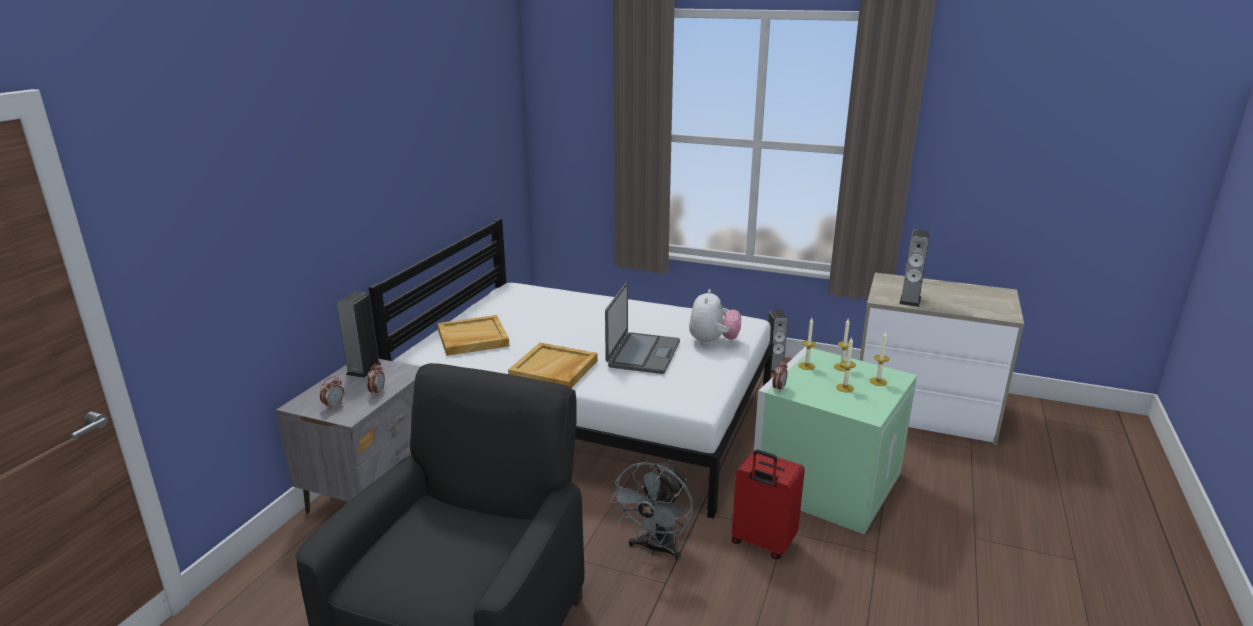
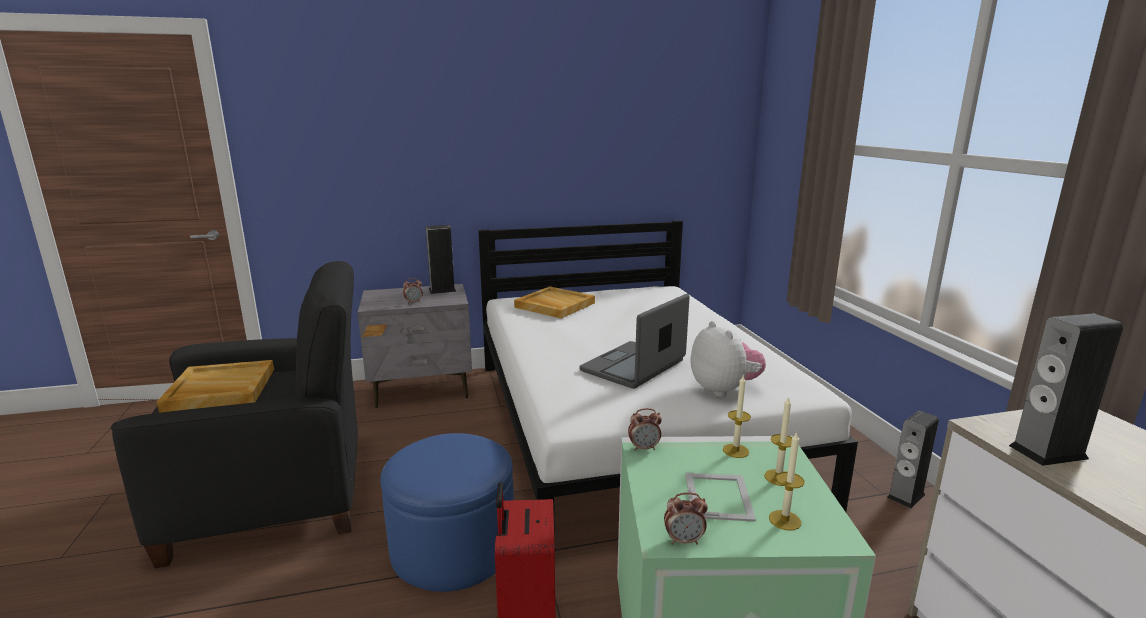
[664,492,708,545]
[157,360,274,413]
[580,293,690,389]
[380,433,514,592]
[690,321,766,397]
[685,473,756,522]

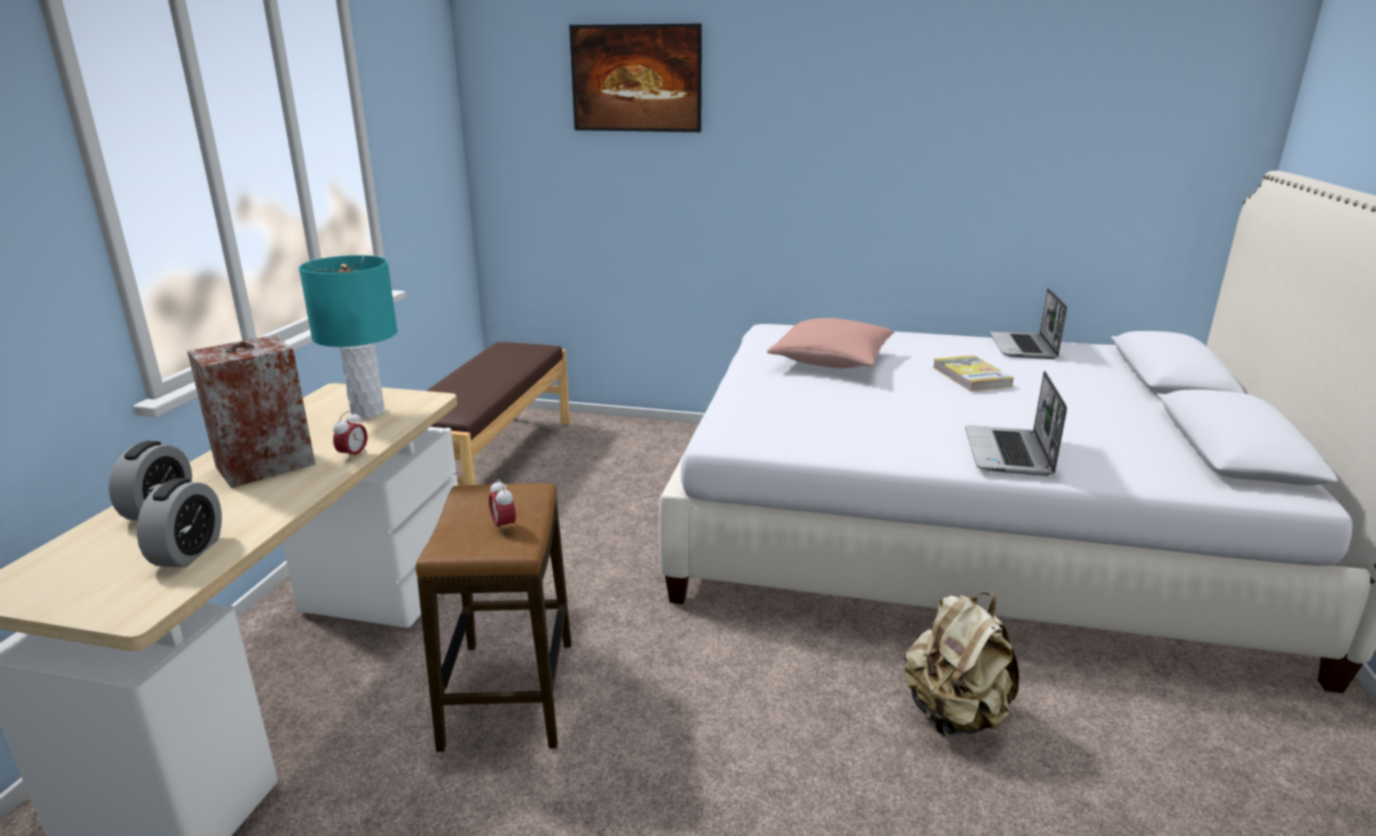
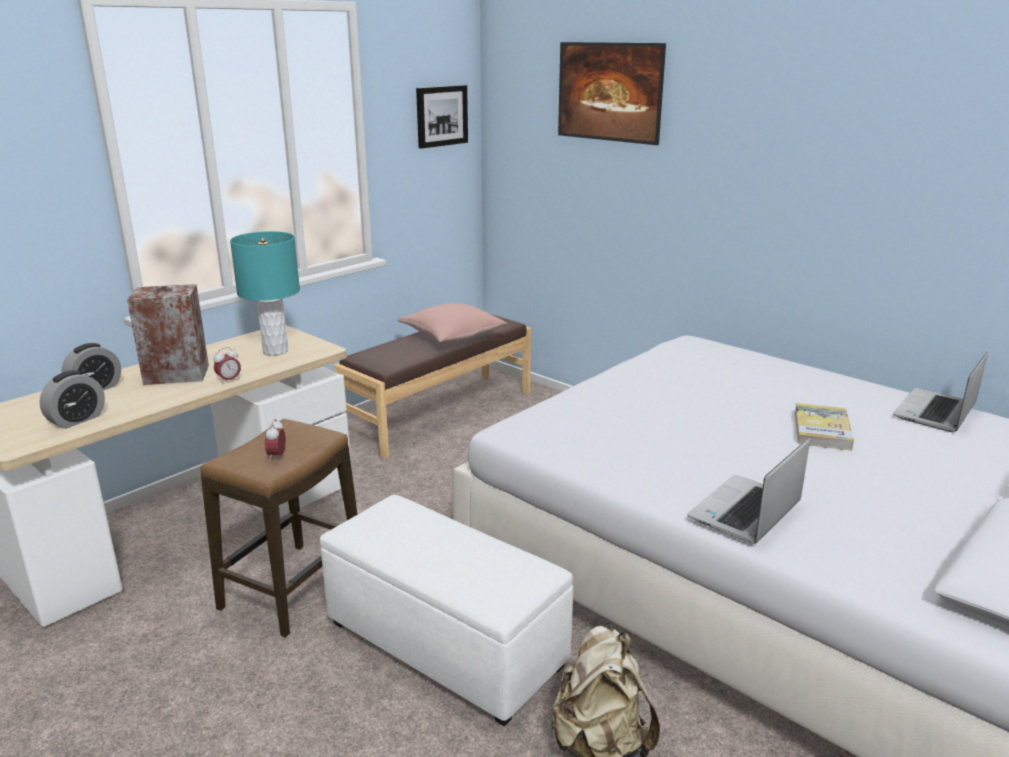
[398,303,508,342]
[320,495,573,727]
[416,85,468,149]

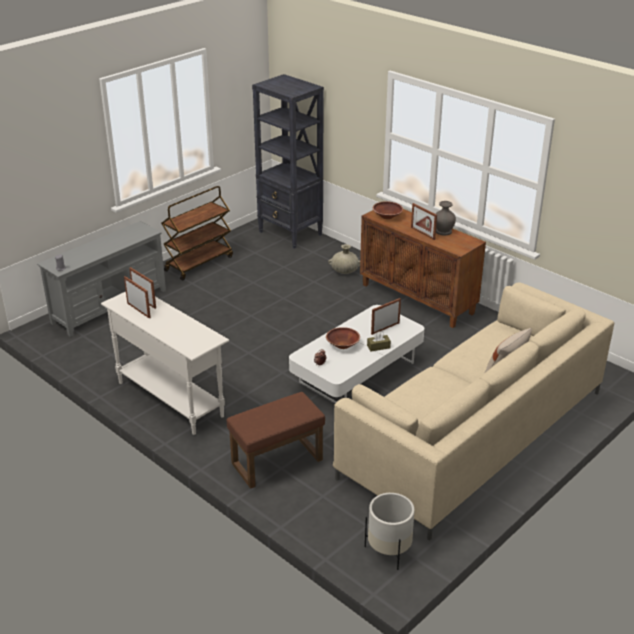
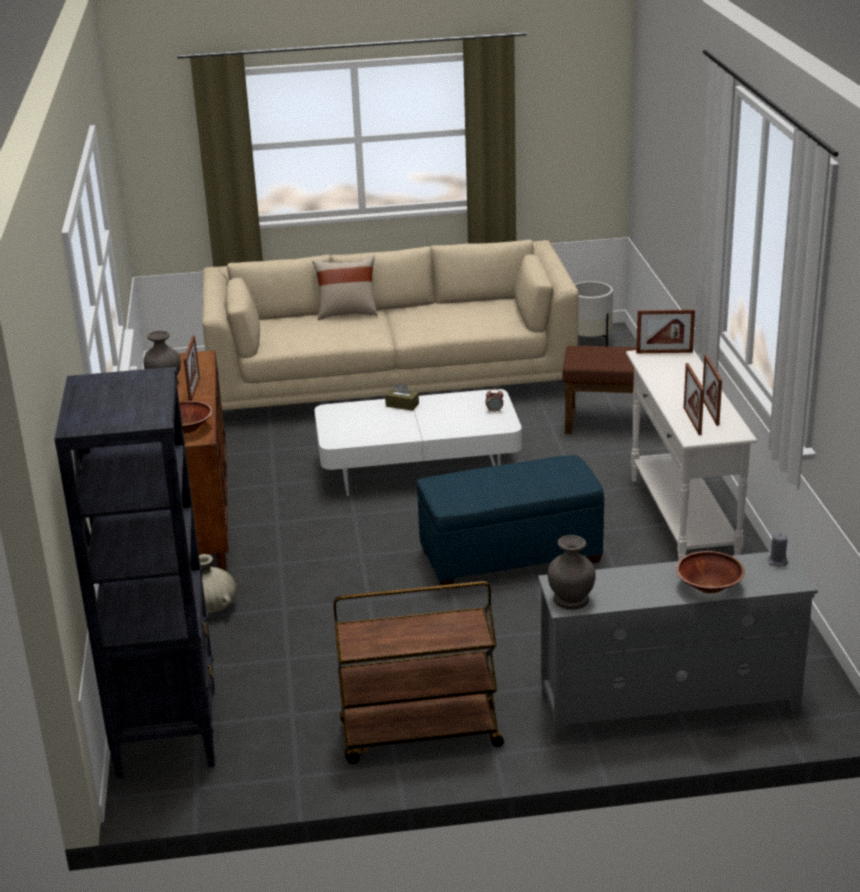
[676,551,745,593]
[636,309,695,353]
[417,455,605,585]
[548,535,596,609]

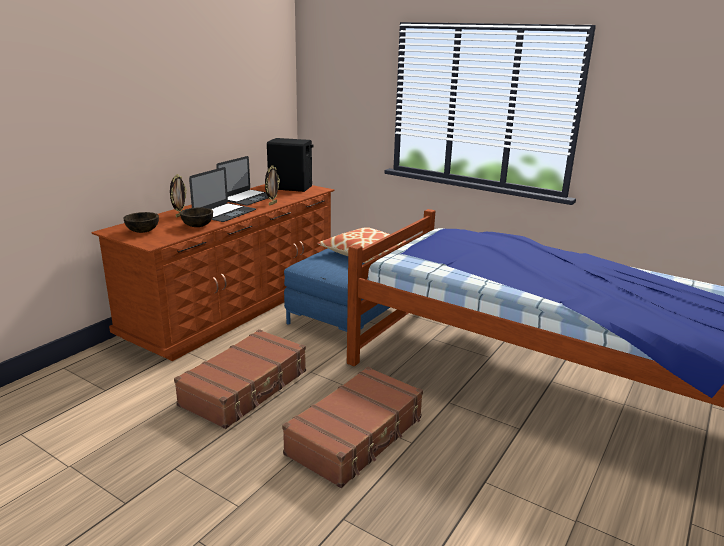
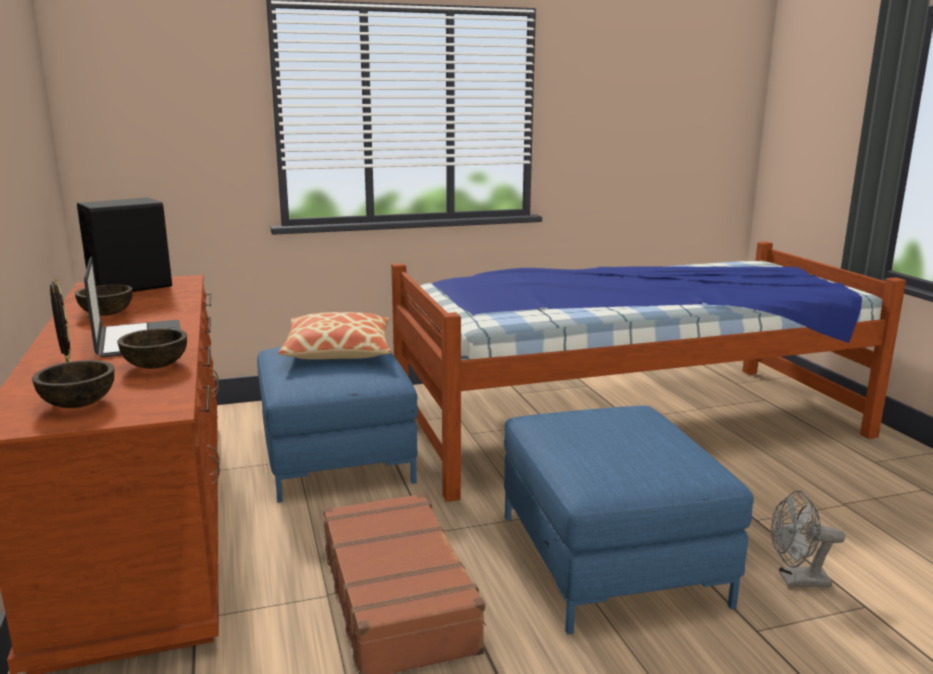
[75,284,133,316]
[265,166,280,206] (first image)
[504,406,754,634]
[771,490,845,587]

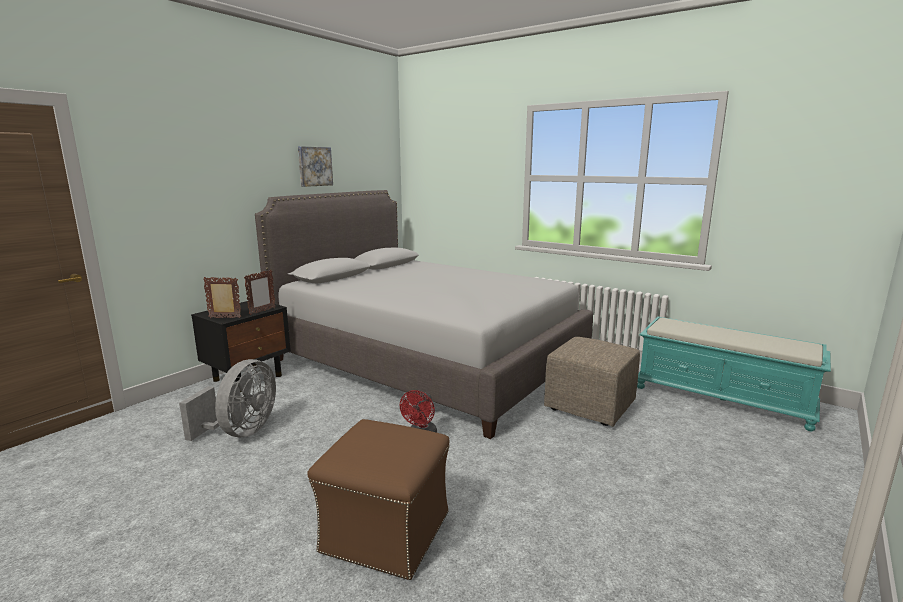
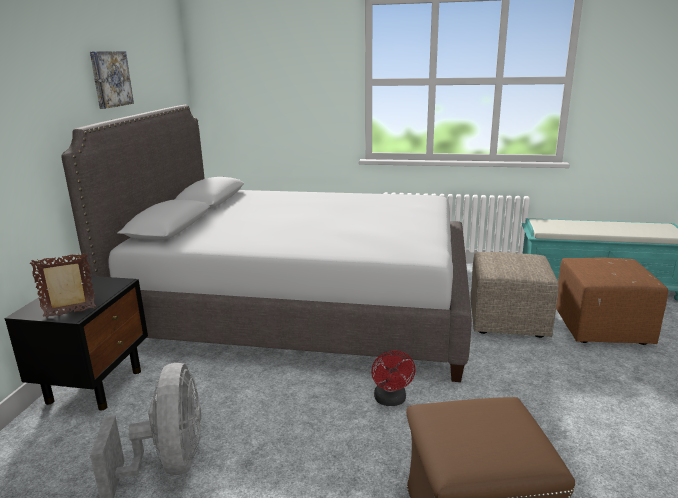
[244,270,276,315] (first image)
[556,258,668,345]

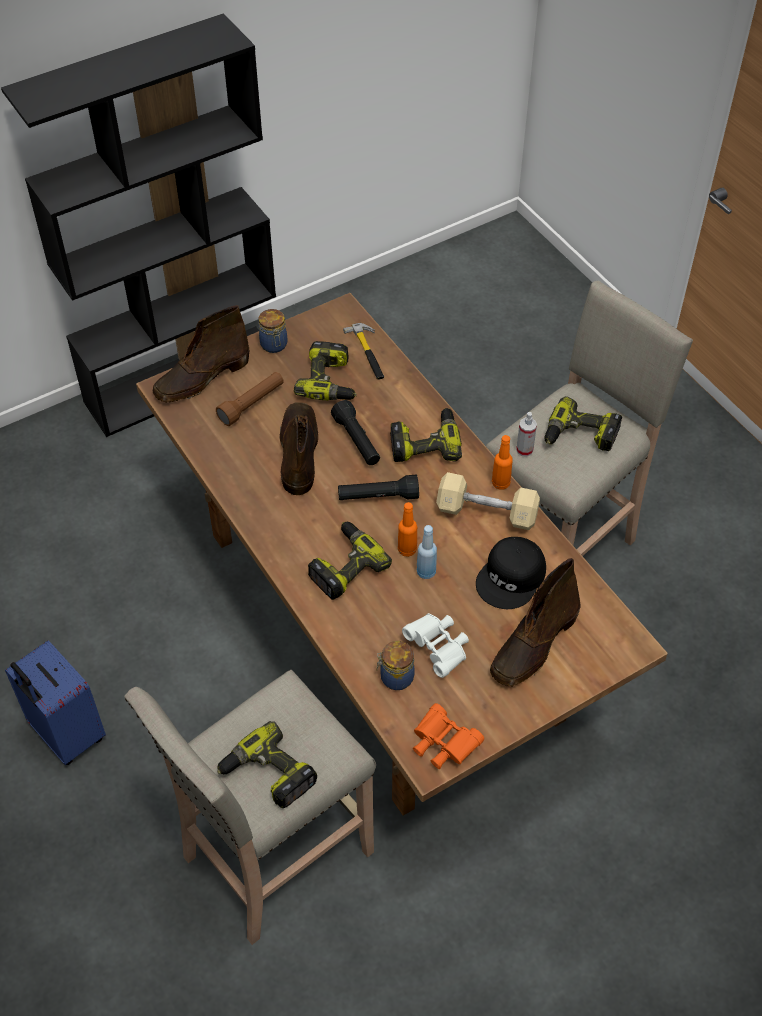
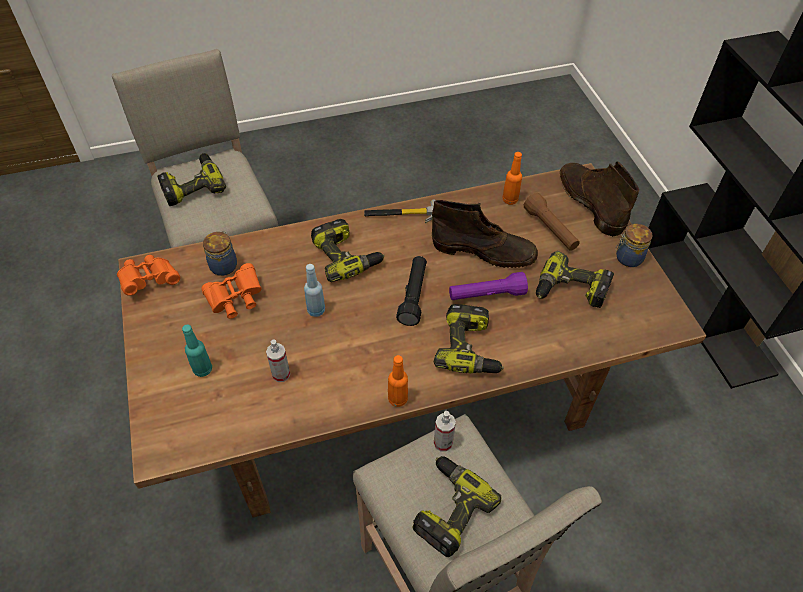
[5,640,106,765] (first image)
[449,272,528,300]
[364,199,436,223]
[502,152,522,205]
[201,263,262,319]
[436,472,540,530] (first image)
[266,339,290,382]
[182,325,212,377]

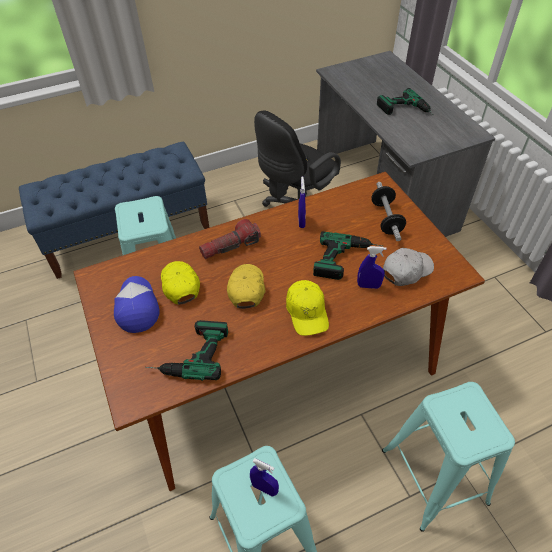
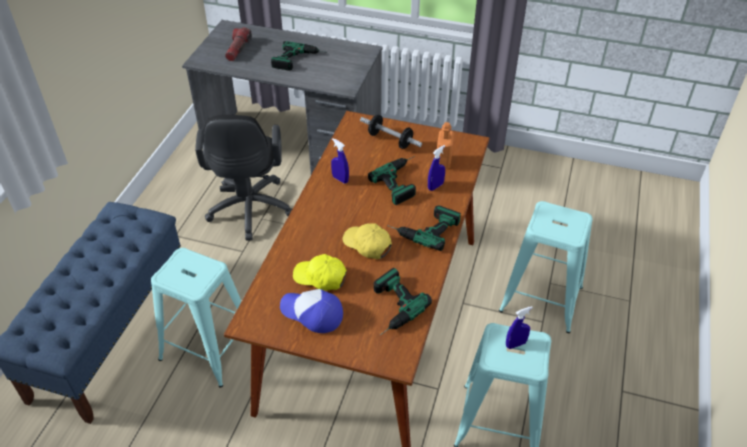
[225,27,252,61]
[387,206,461,251]
[437,122,454,169]

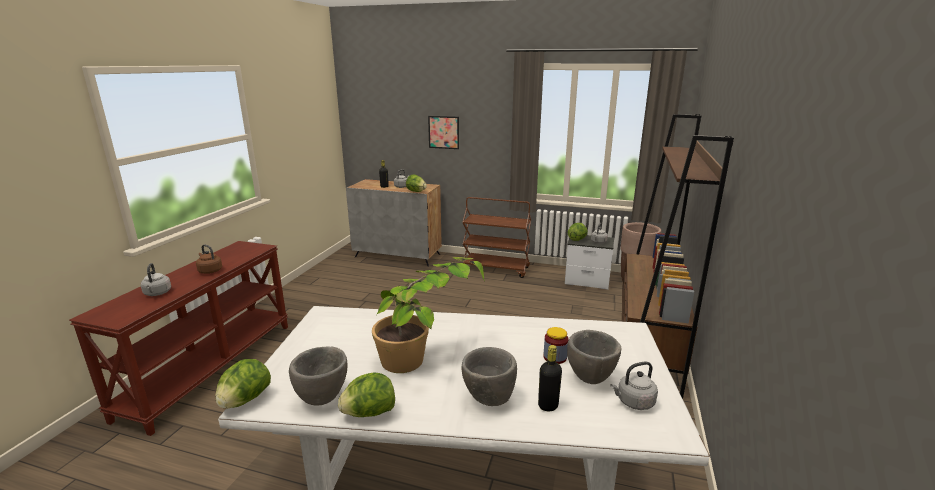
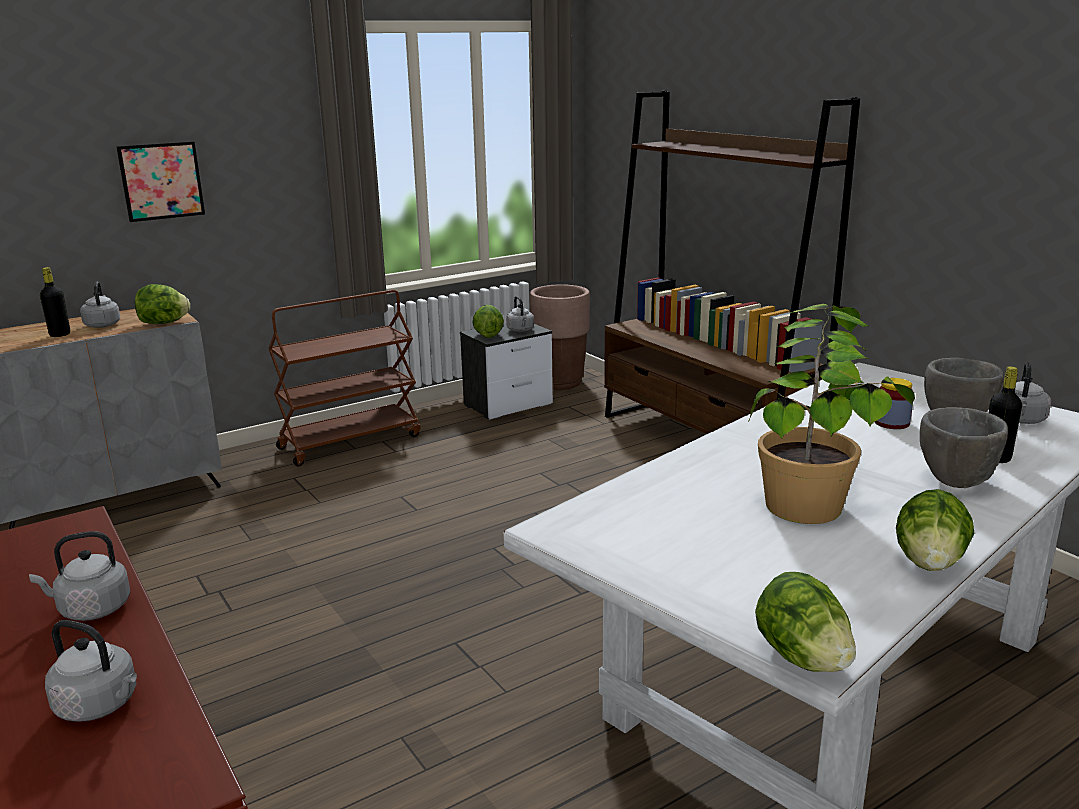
[29,531,130,621]
[289,346,347,405] (first image)

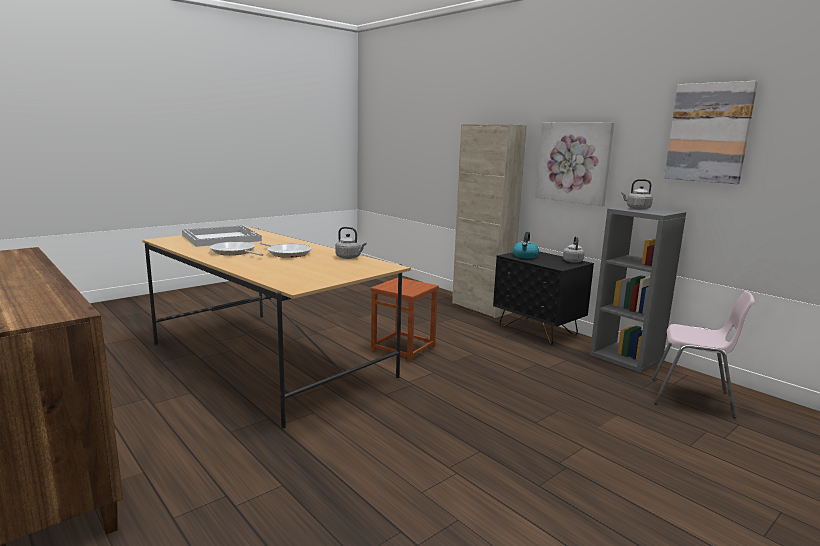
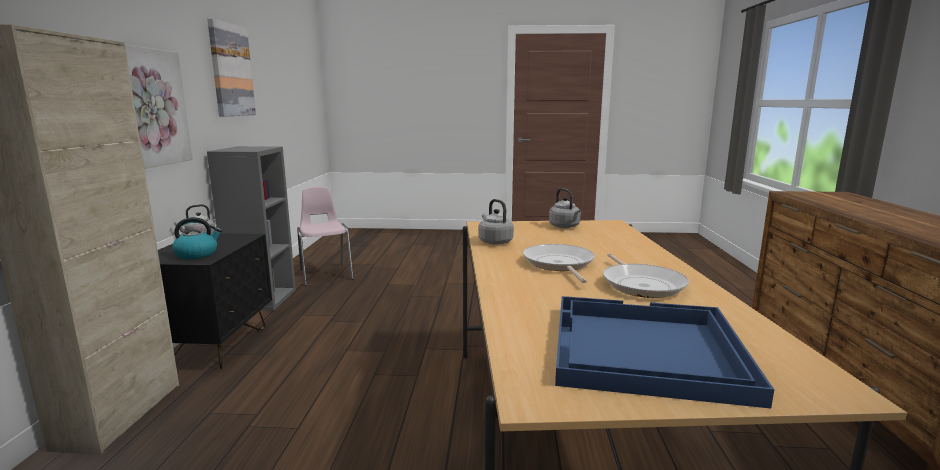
[555,296,774,409]
[370,278,439,362] (first image)
[549,188,581,228]

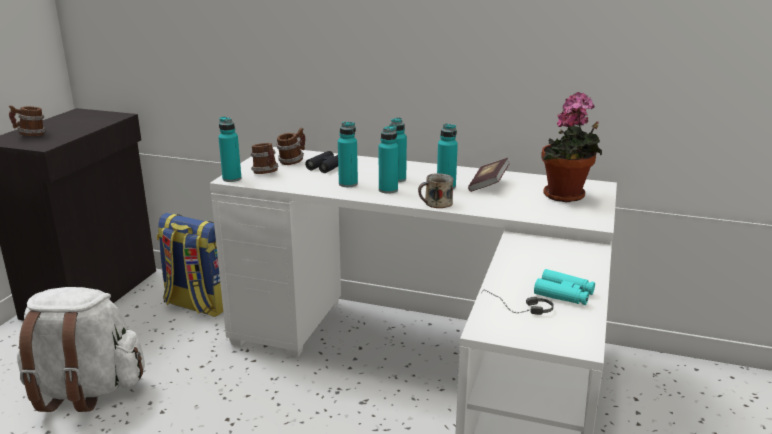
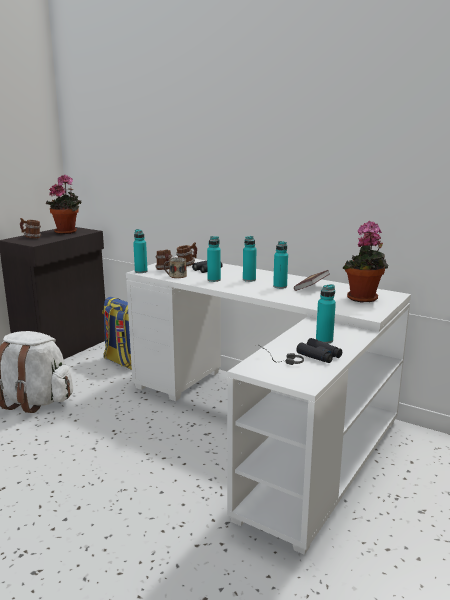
[316,284,336,344]
[163,257,187,278]
[296,338,342,363]
[46,175,81,234]

